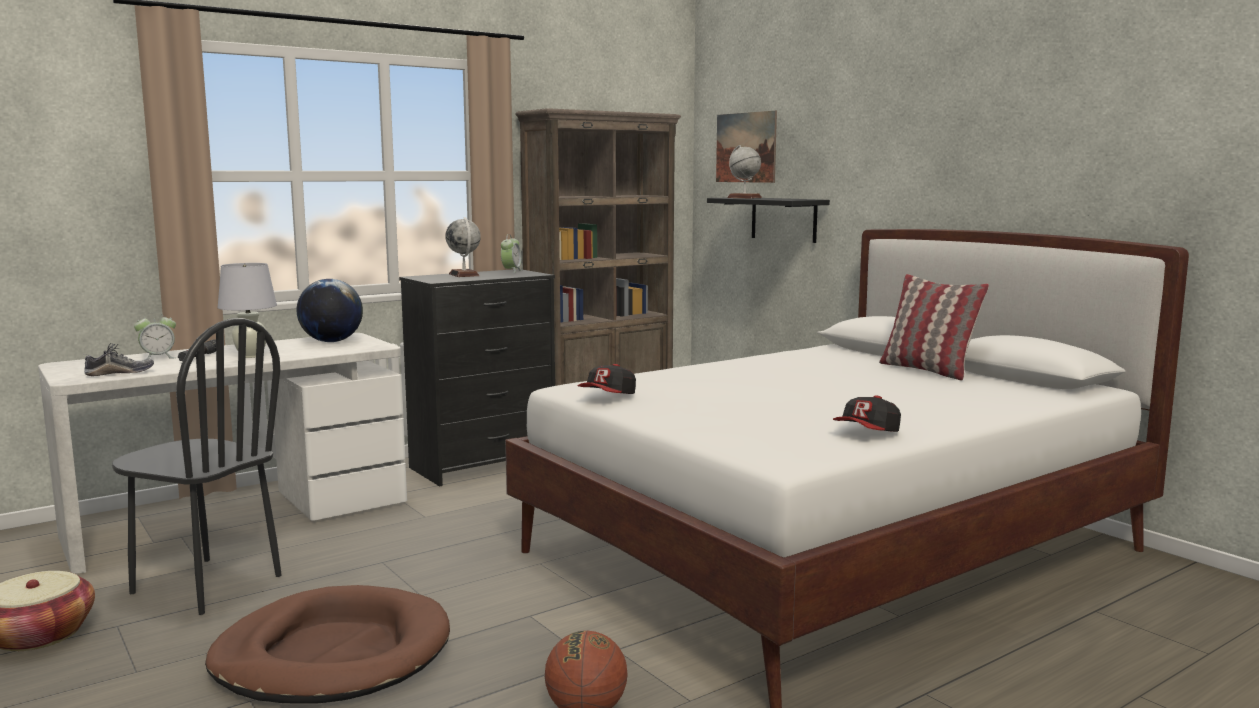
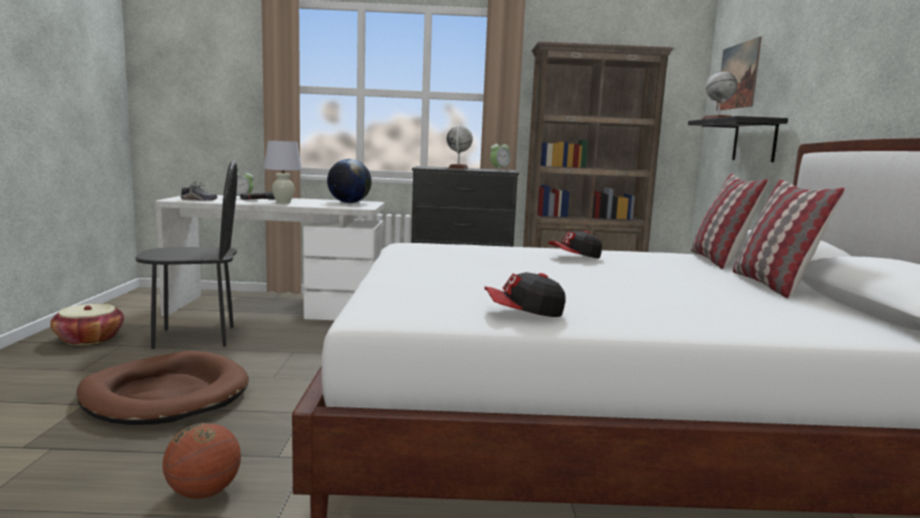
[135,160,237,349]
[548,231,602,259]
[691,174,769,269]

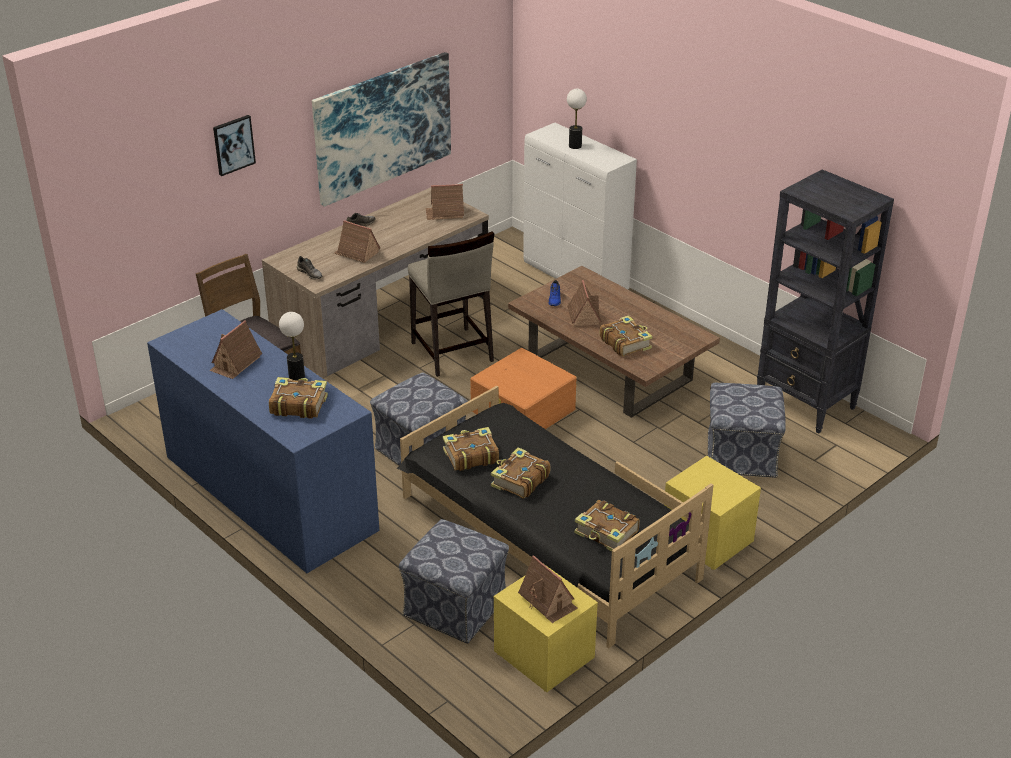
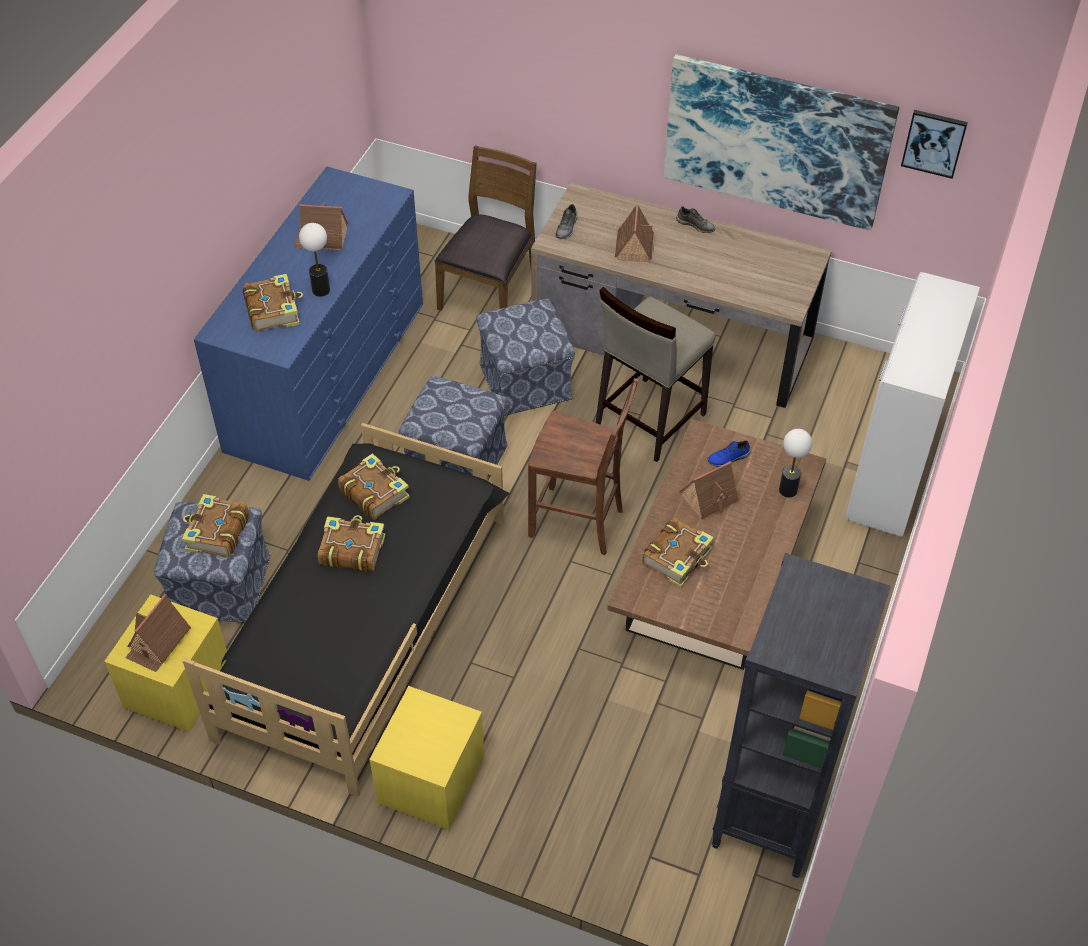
[901,110,968,179]
[426,184,464,220] (first image)
[528,378,638,555]
[779,429,812,497]
[182,494,249,557]
[476,298,575,416]

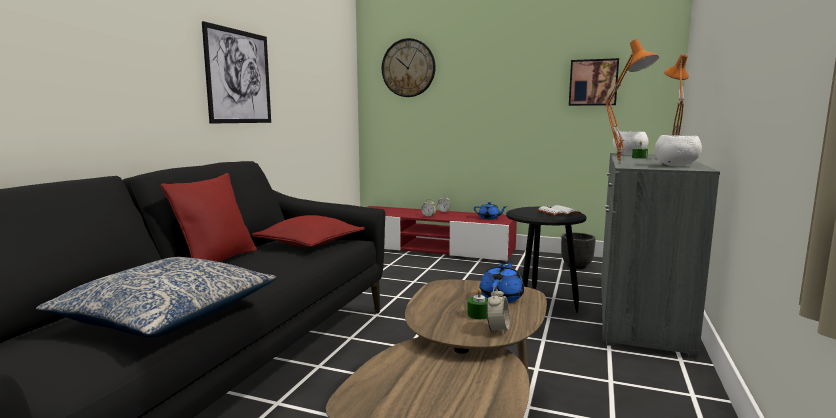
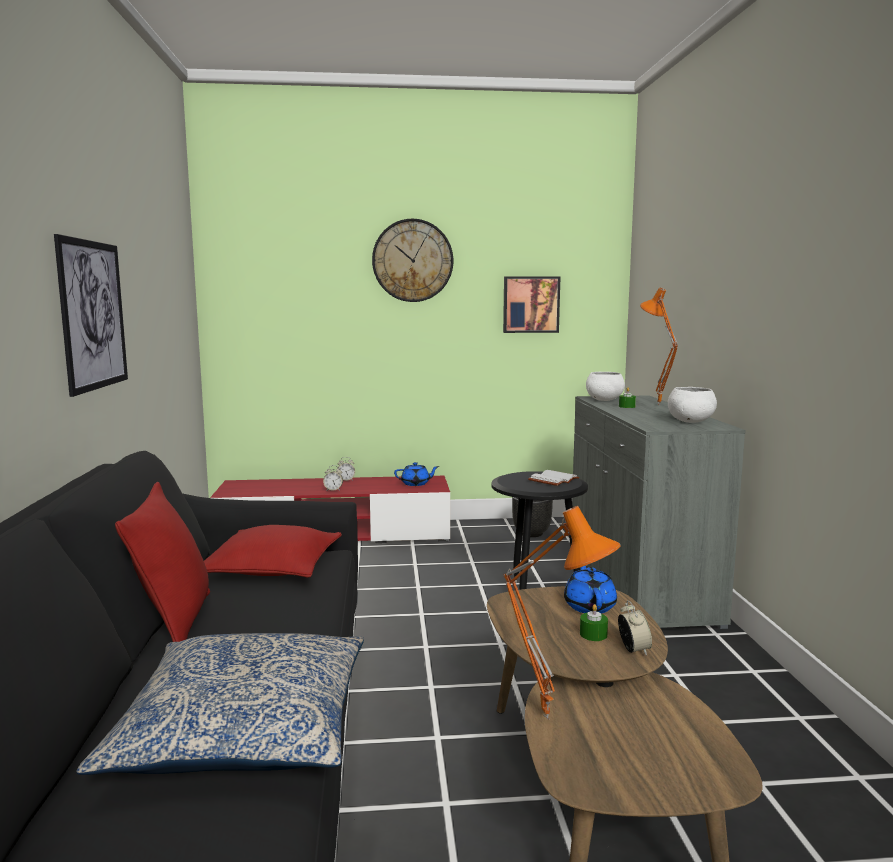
[372,219,453,302]
[503,506,621,720]

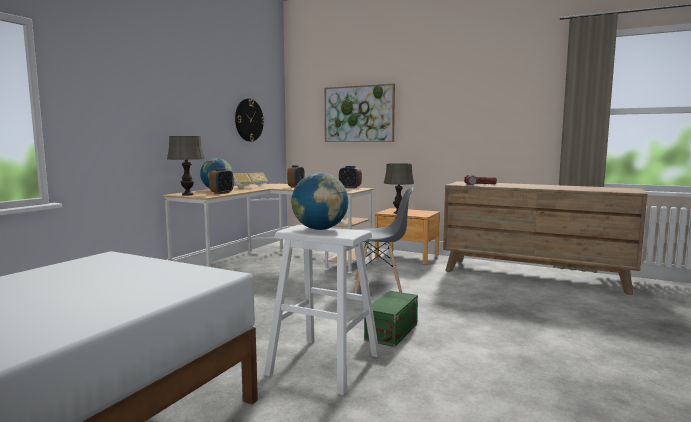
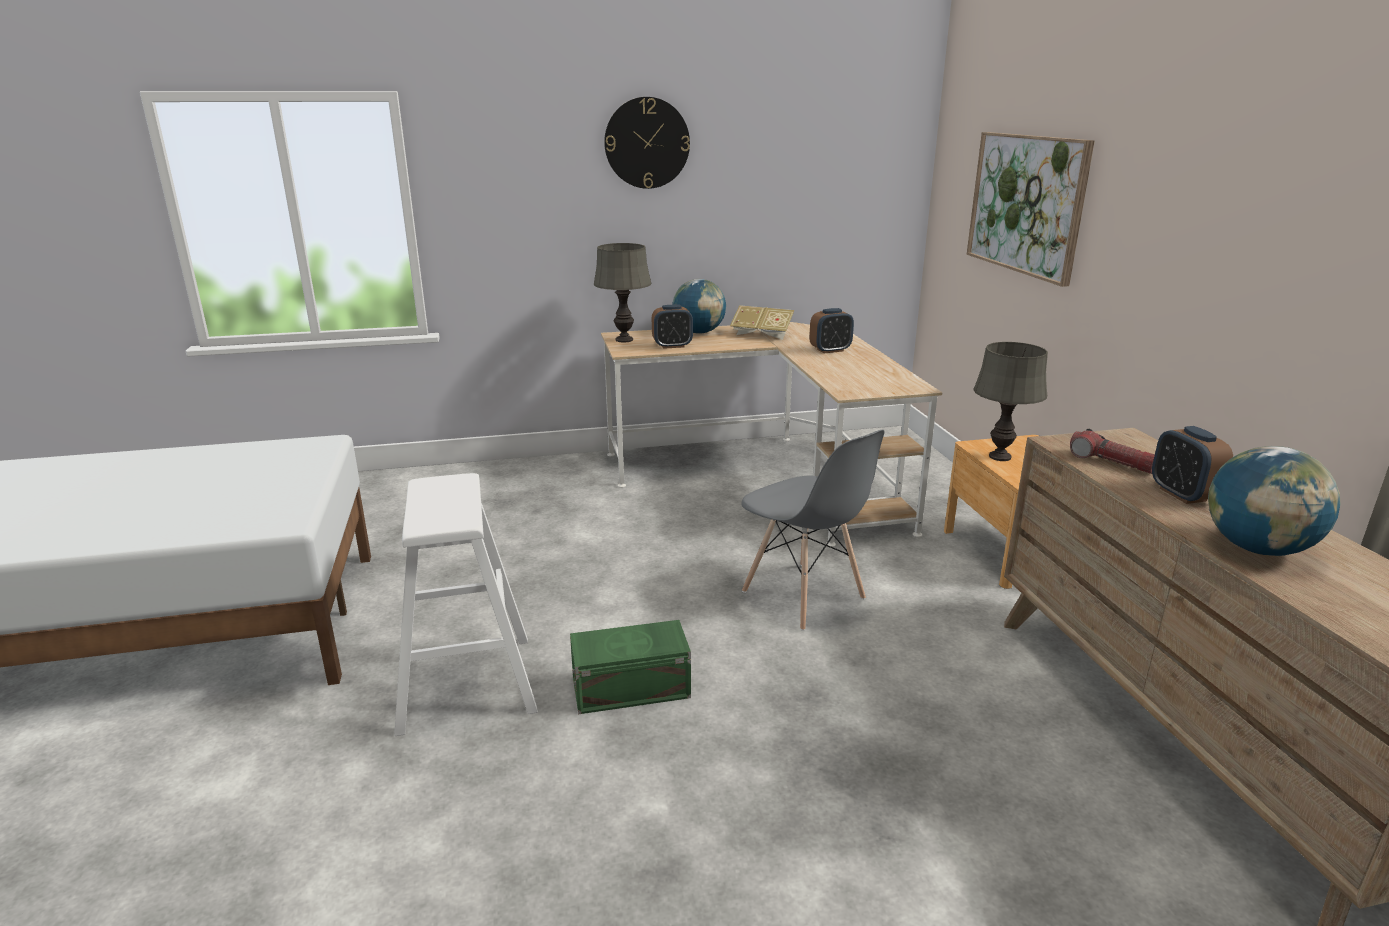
[604,97,690,189]
[1208,446,1341,556]
[1152,426,1233,504]

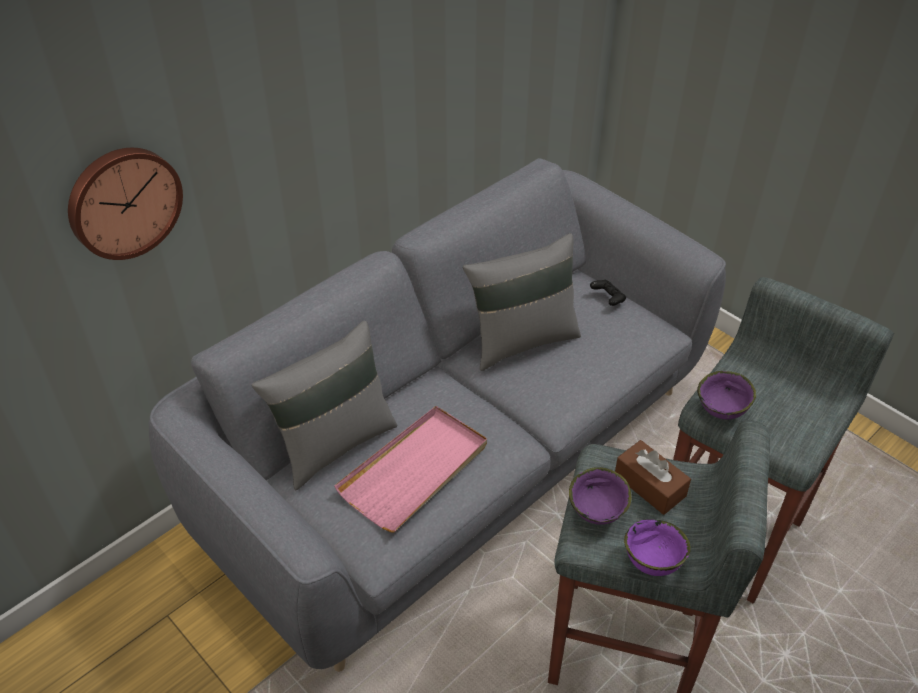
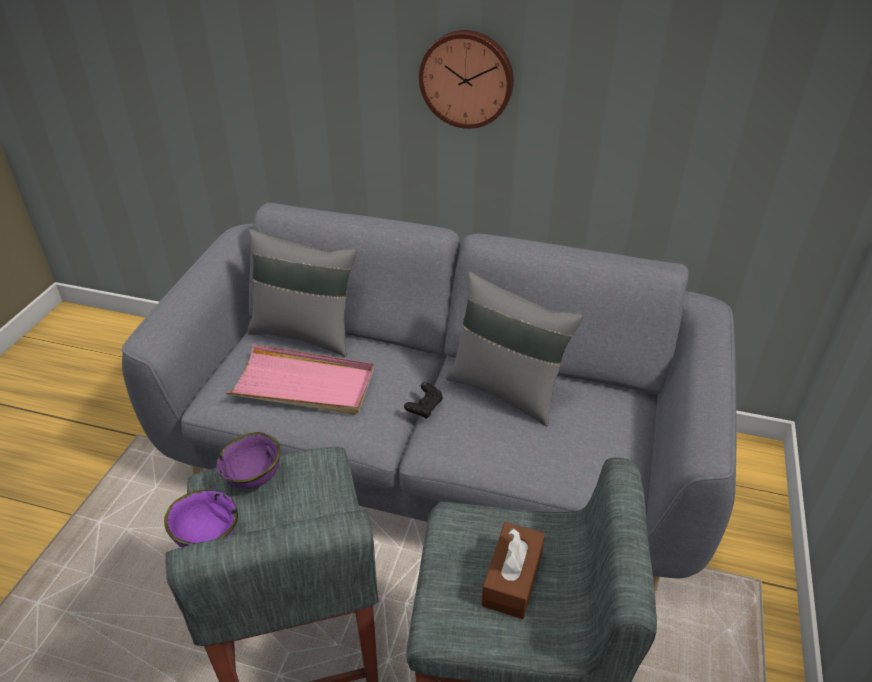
[419,30,514,129]
[404,382,443,419]
[481,522,545,619]
[697,371,756,419] (first image)

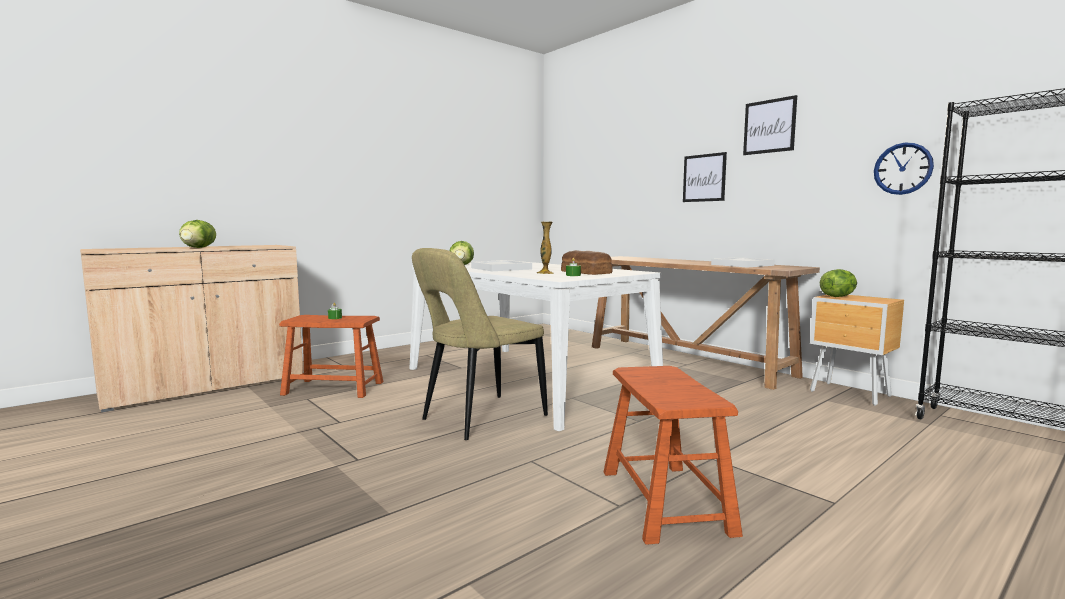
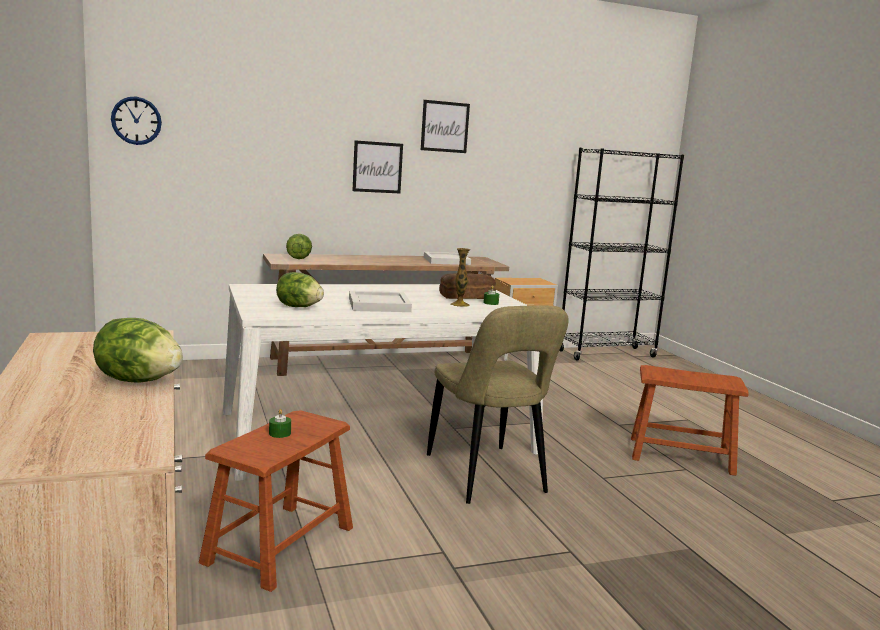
[286,234,312,259]
[111,96,162,145]

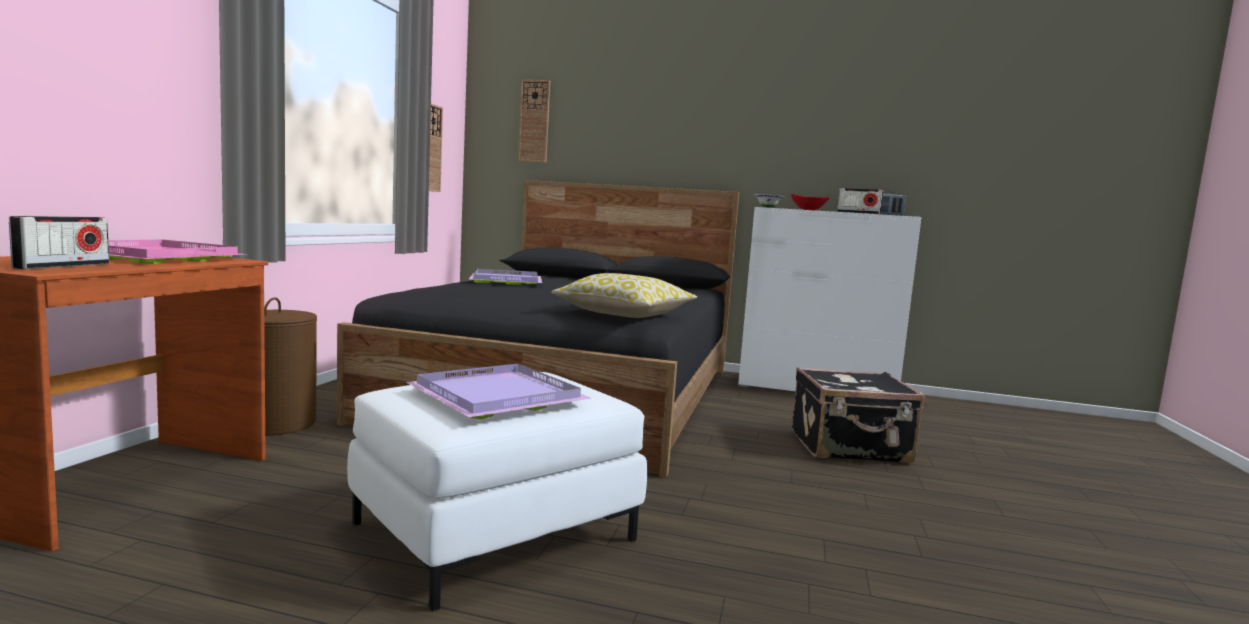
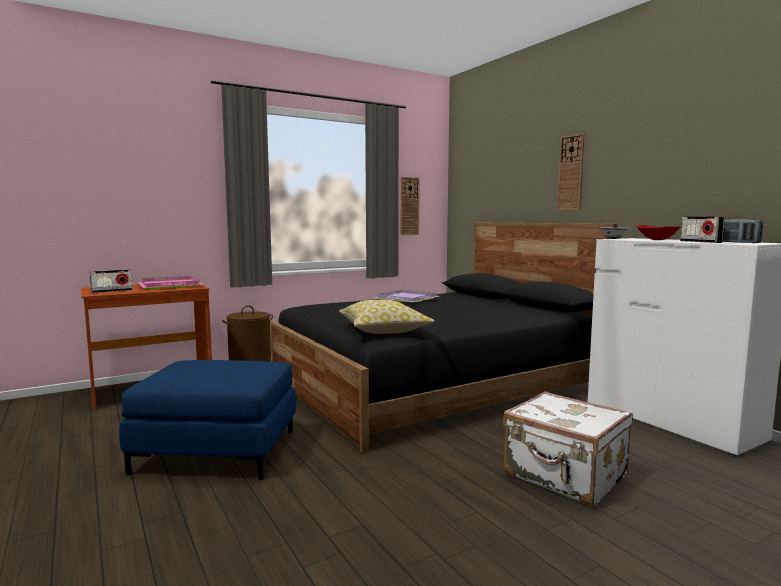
[119,360,296,480]
[406,364,590,420] (first image)
[557,133,585,210]
[503,391,633,507]

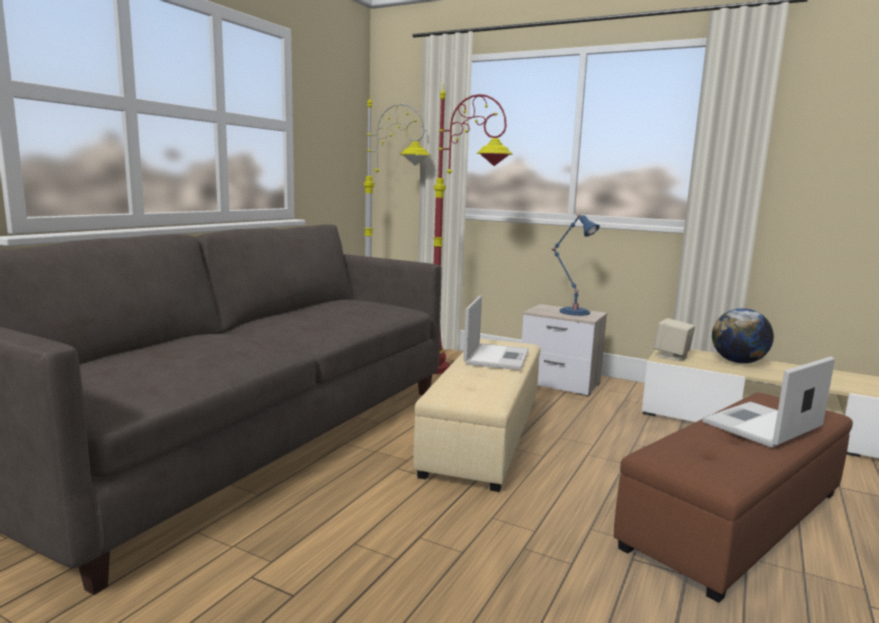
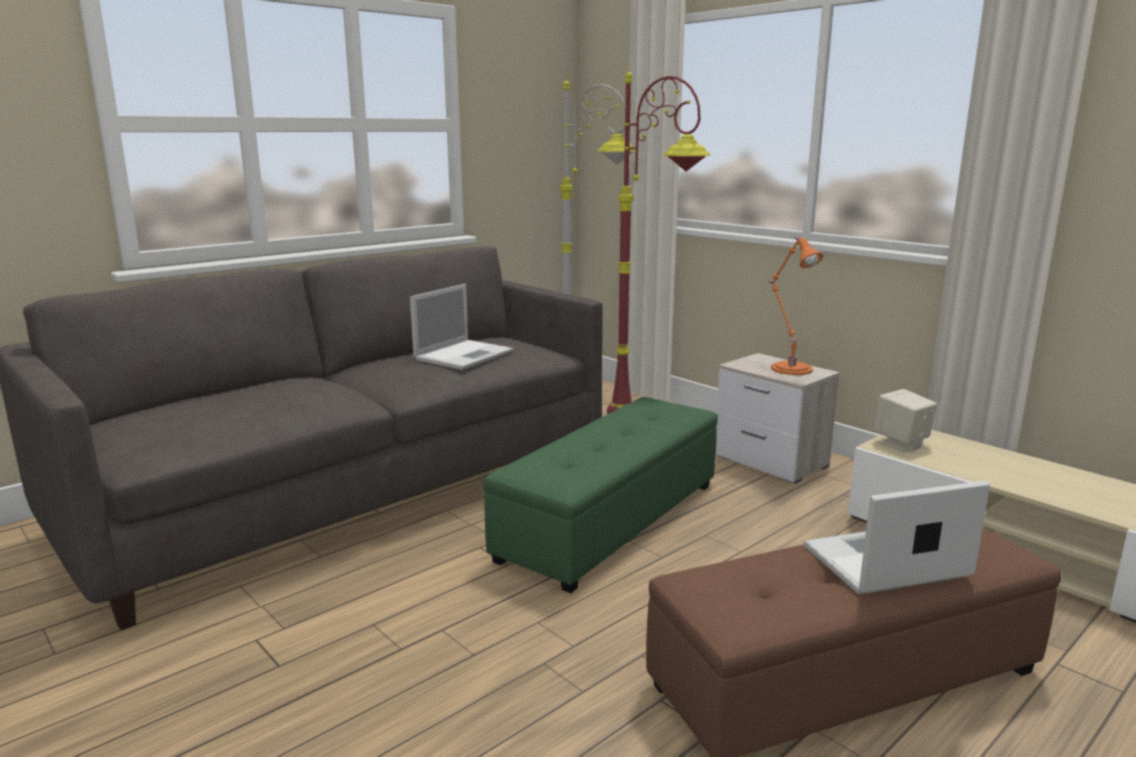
[484,397,718,593]
[410,284,513,370]
[768,236,823,375]
[712,308,774,364] (first image)

